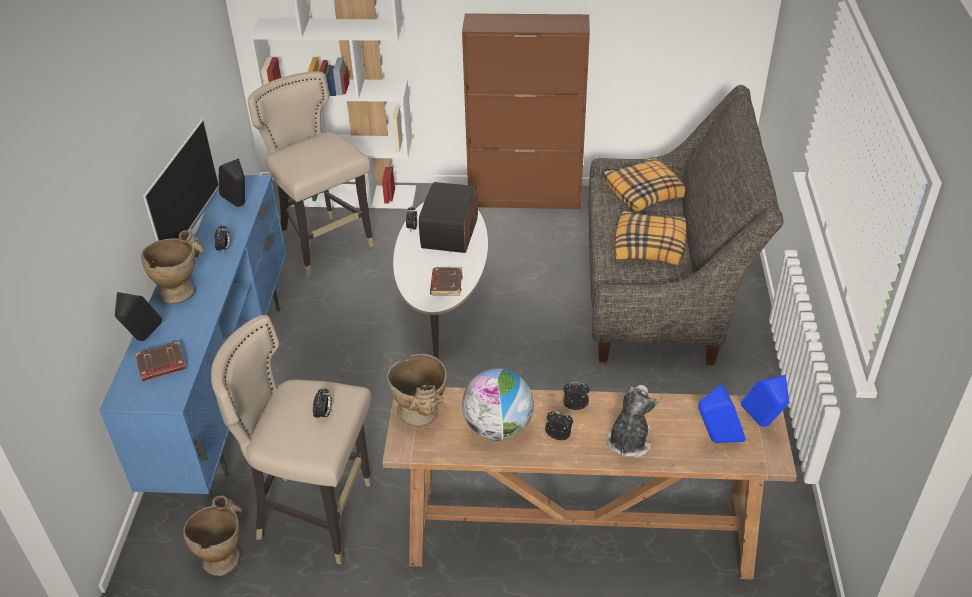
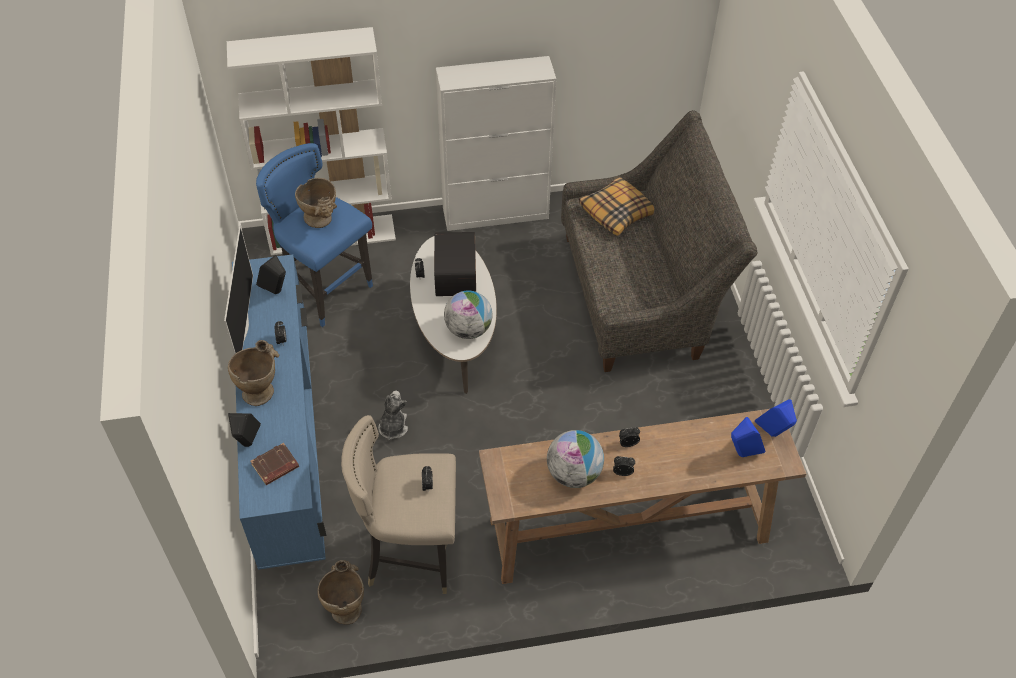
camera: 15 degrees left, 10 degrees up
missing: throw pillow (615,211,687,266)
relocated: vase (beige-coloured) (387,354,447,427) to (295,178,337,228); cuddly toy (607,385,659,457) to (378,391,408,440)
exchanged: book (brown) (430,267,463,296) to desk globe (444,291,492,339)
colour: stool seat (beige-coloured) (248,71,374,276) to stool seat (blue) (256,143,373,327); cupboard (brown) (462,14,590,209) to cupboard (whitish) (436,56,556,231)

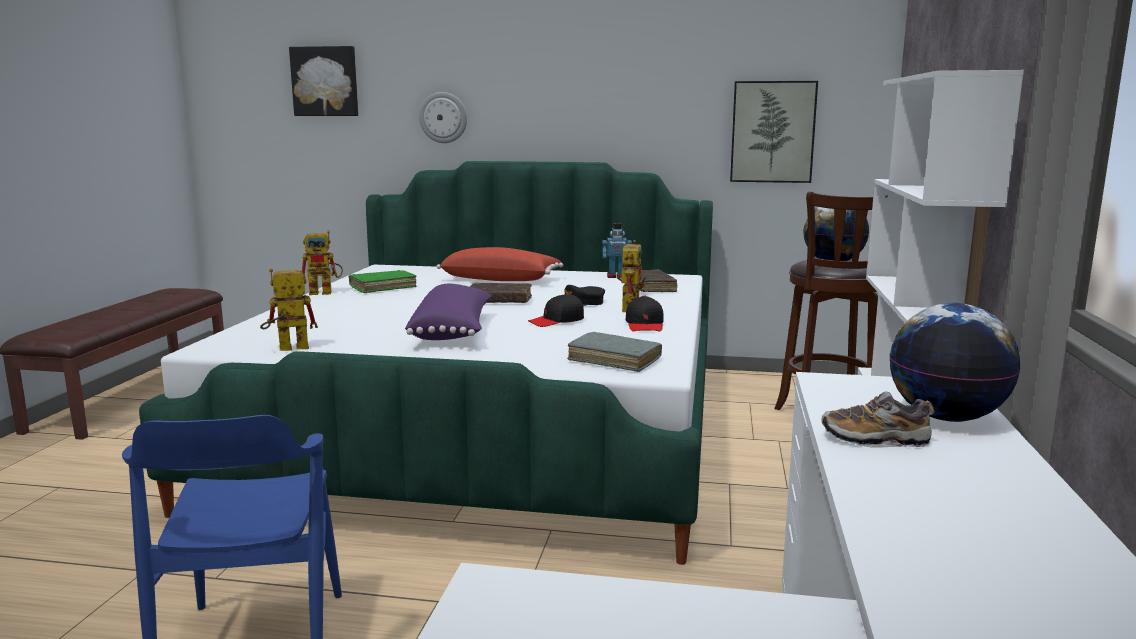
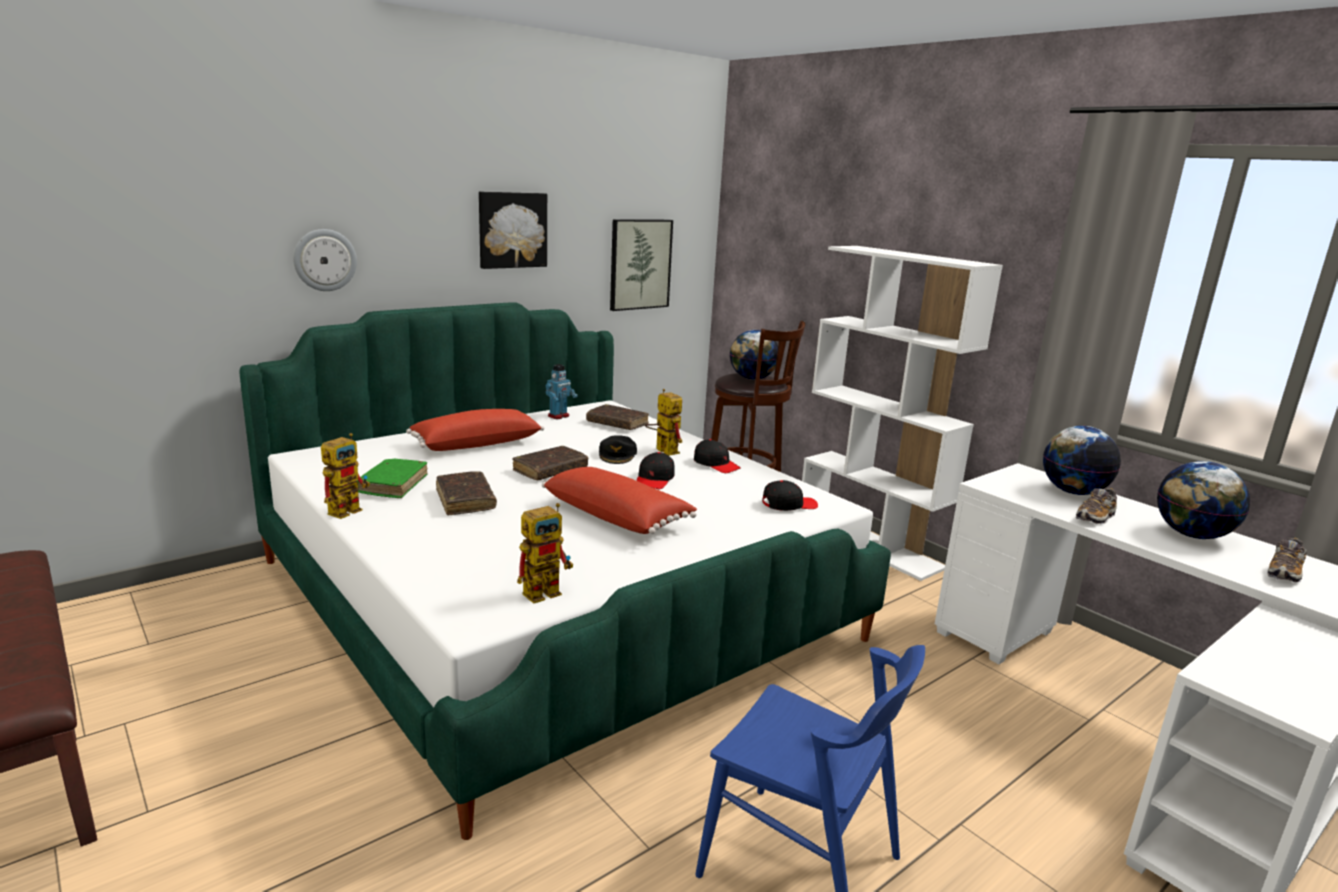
camera: 50 degrees left, 5 degrees up
appeared: book (brown) (436,471,497,515); desk globe (1157,461,1250,539); shoe (1268,538,1307,583)
relocated: picture (289,46,358,116) to (479,192,547,269)
exchanged: book (grey) (567,332,662,372) to baseball cap (blackish) (762,480,818,511)
colour: throw pillow (purple-coloured) (405,284,492,340) to throw pillow (red-coloured) (542,467,697,534)
spun: robot figure (260,268,318,351) = (517,503,573,604) 150 degrees counterclockwise

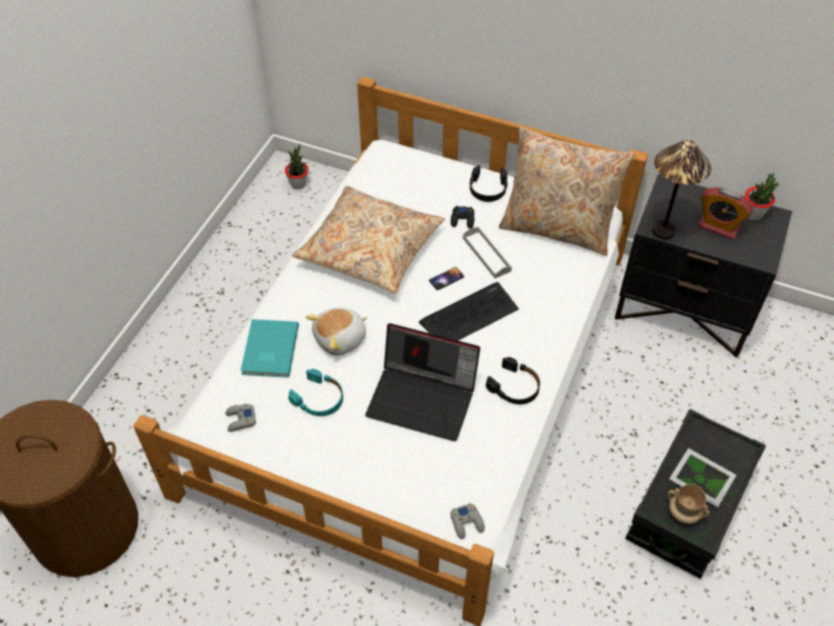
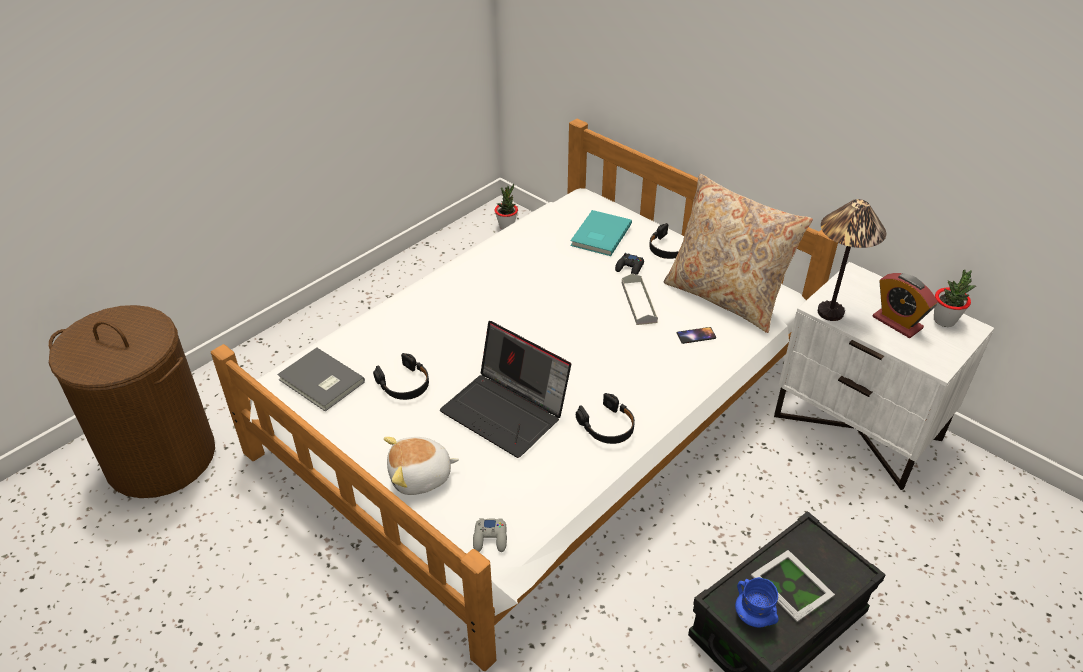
camera: 20 degrees right, 10 degrees down
missing: throw pillow (beige-coloured) (292,186,445,294); computer keyboard (419,282,519,341)
relocated: cuddly toy (306,307,368,356) to (384,437,459,495); book (turquoise) (241,319,299,378) to (570,210,632,256); handset (429,267,464,290) to (677,327,716,344)
exchanged: game controller (grey) (225,403,256,432) to book (grey) (277,347,365,412)
colour: headphones (turquoise) (288,369,343,416) to headphones (blackish) (373,353,429,400); coffee mug (beige-coloured) (668,484,710,524) to coffee mug (blue) (735,577,778,628); bedside table (blackish) (615,174,792,358) to bedside table (whitish) (774,262,994,490)

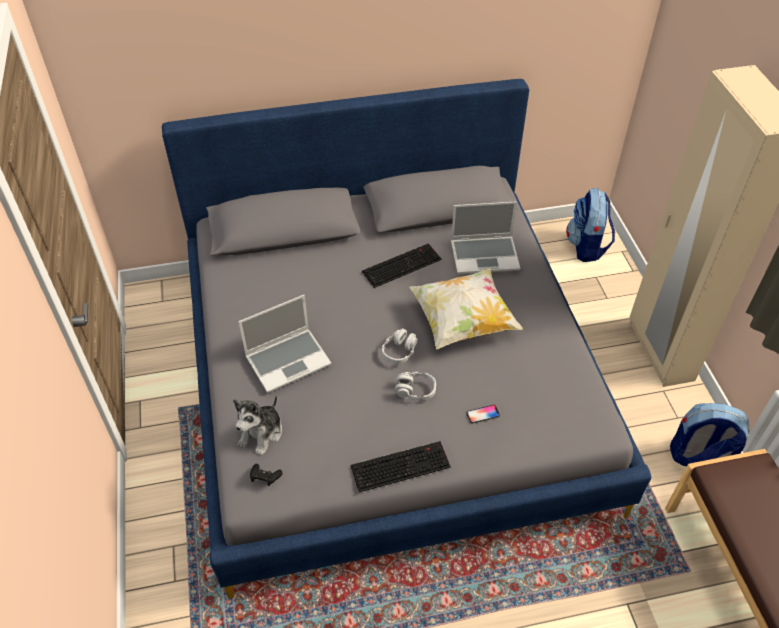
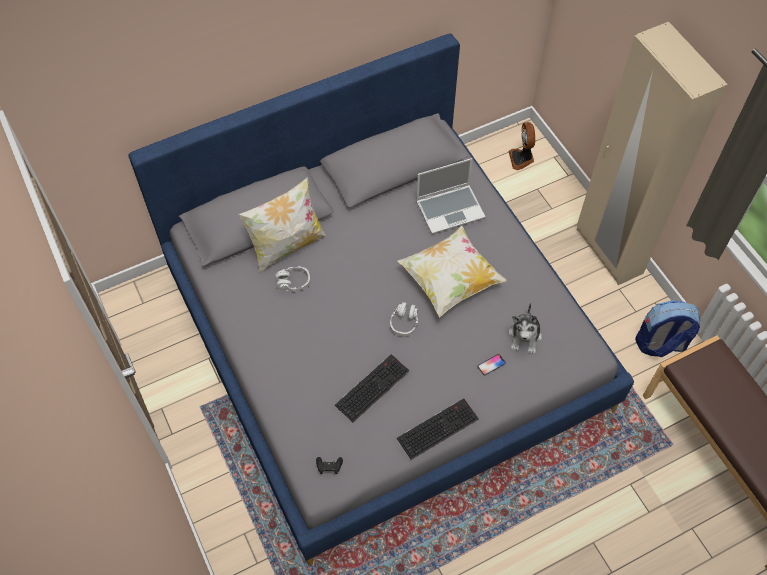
camera: 15 degrees left, 10 degrees up
missing: notebook computer (239,295,331,393)
appeared: throw pillow (238,177,326,273)
relocated: headphones (grey) (394,372,436,400) to (275,266,310,291); computer keyboard (362,243,442,288) to (335,354,409,423); cuddly toy (233,395,282,456) to (508,303,542,355)
exchanged: backpack (566,188,615,262) to cooling fan (509,122,535,170)

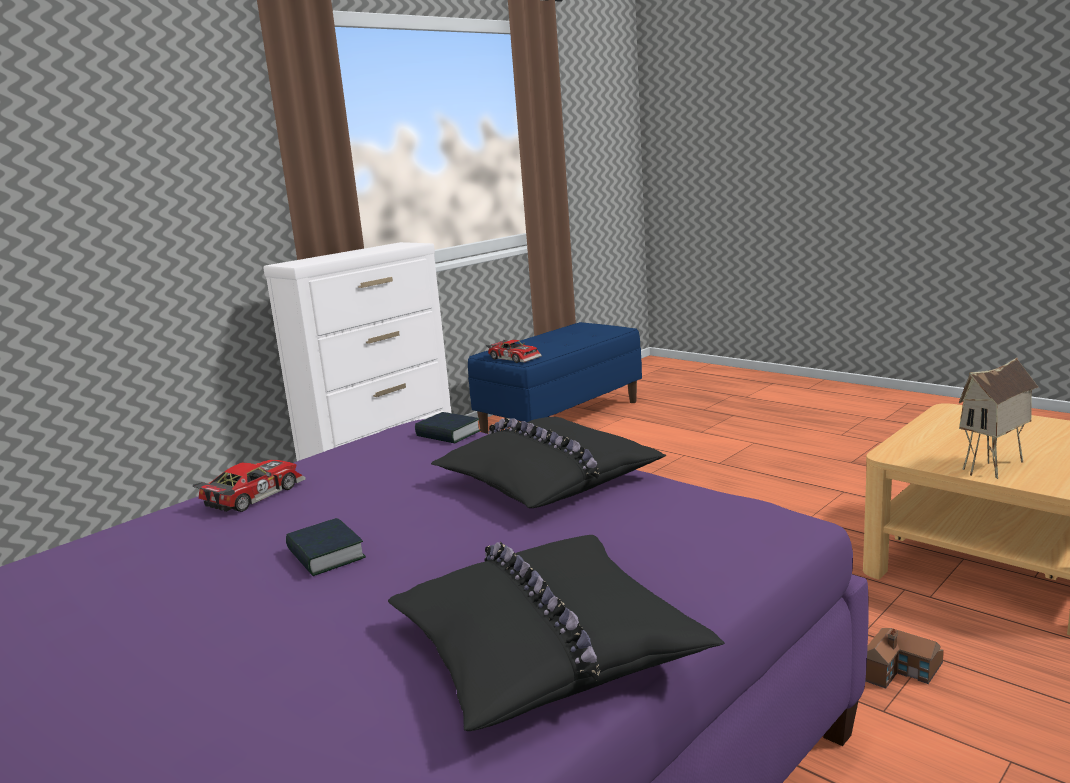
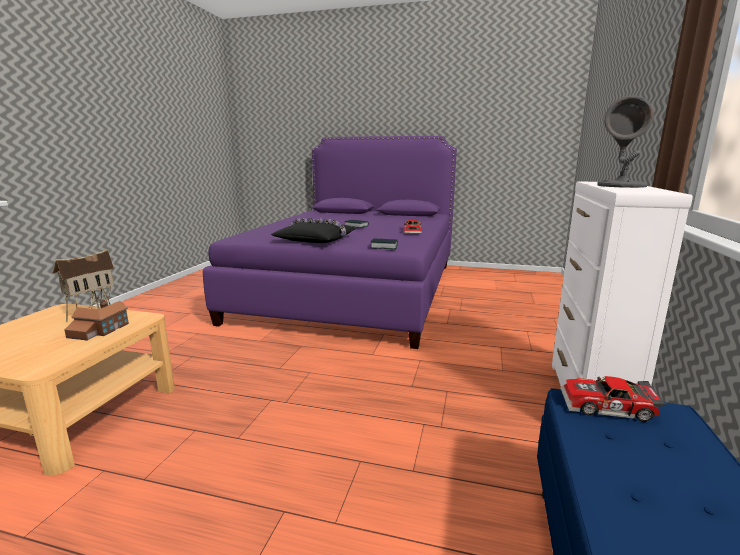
camera: 150 degrees right, 0 degrees up
missing: throw pillow (blackish) (388,535,725,731)
appeared: table lamp (grey) (597,95,654,188)
relocated: model house (865,628,944,689) to (64,300,129,341)

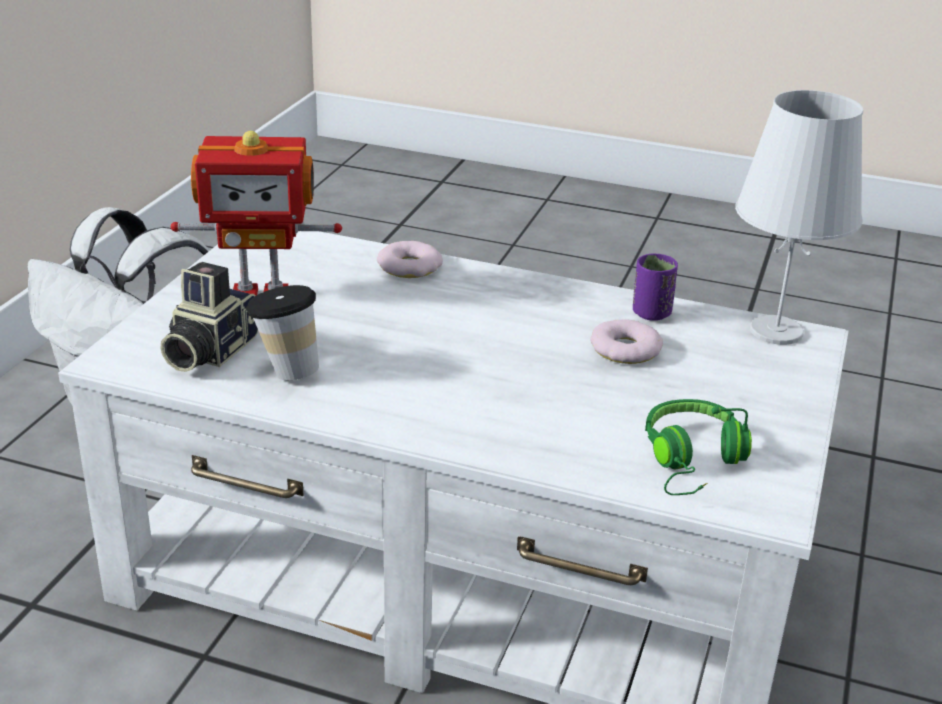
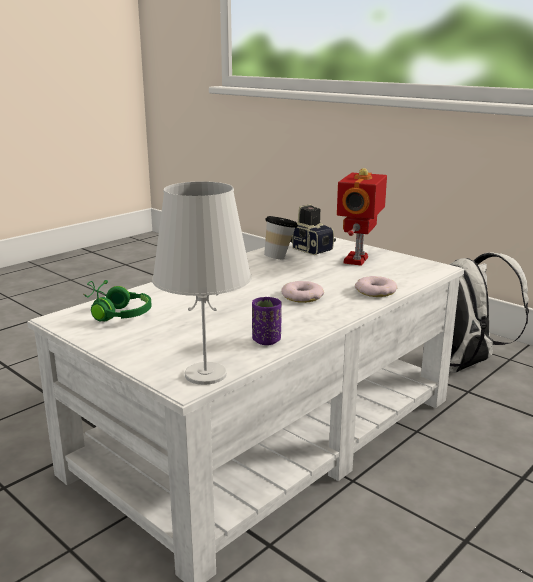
camera: 115 degrees right, 10 degrees down
relocated: donut (590,319,663,364) to (281,281,324,303)

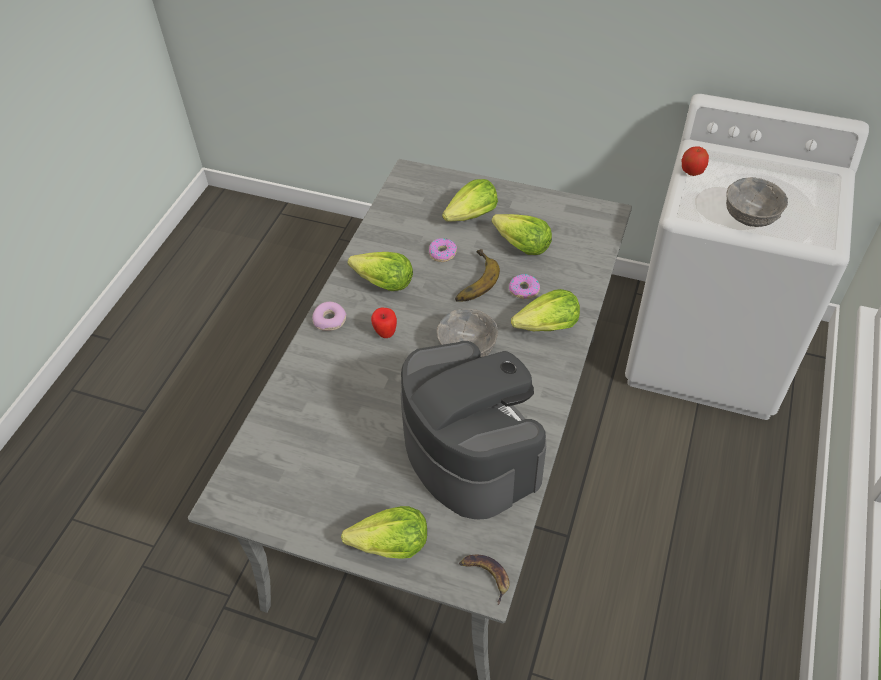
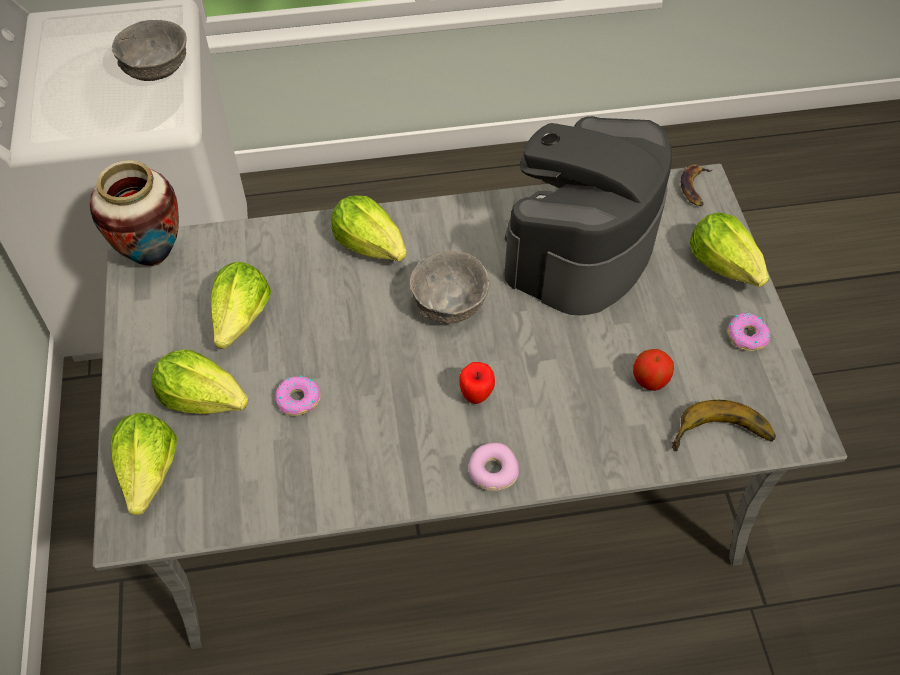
camera: 120 degrees left, 5 degrees up
appeared: vase (90,160,179,266)
relocated: lettuce (348,252,413,291) to (111,413,177,515); whole apple (682,146,709,176) to (633,349,674,391); banana fruit (455,249,500,302) to (672,400,776,451); donut (509,274,540,299) to (727,313,771,351)

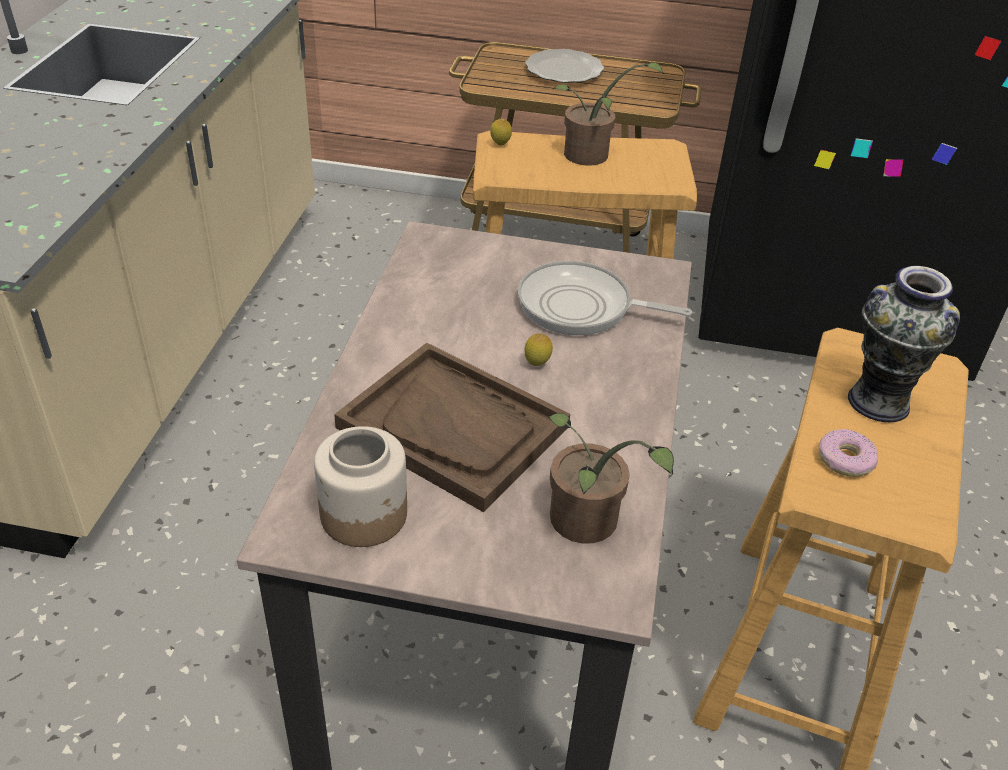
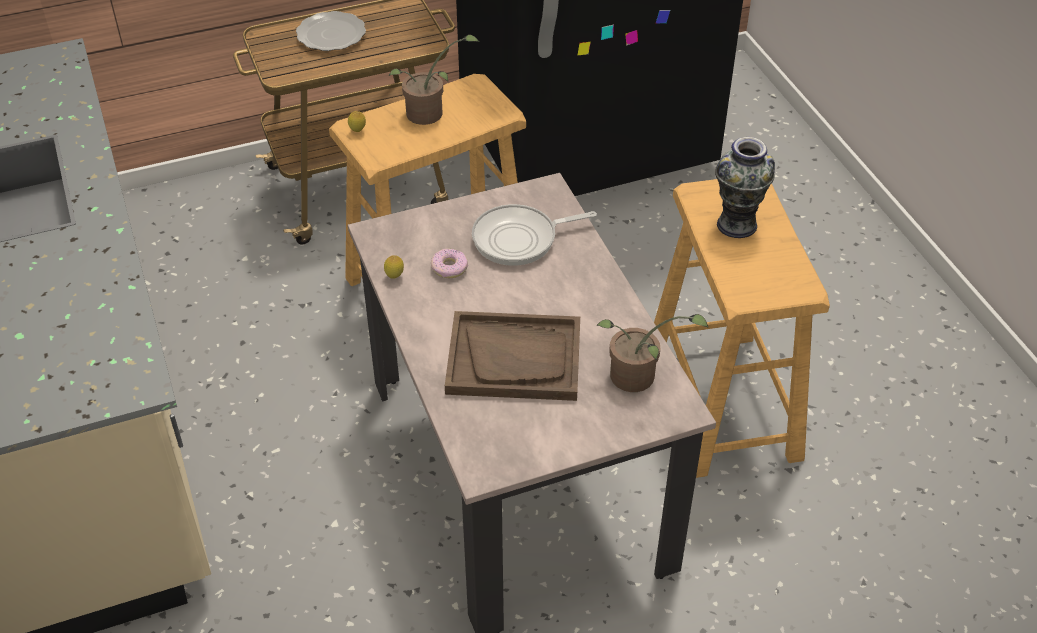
camera: 30 degrees left, 5 degrees up
missing: preserve jar (314,426,407,547)
relocated: citrus fruit (525,333,553,366) to (384,255,404,279); donut (819,429,878,477) to (431,249,468,278)

